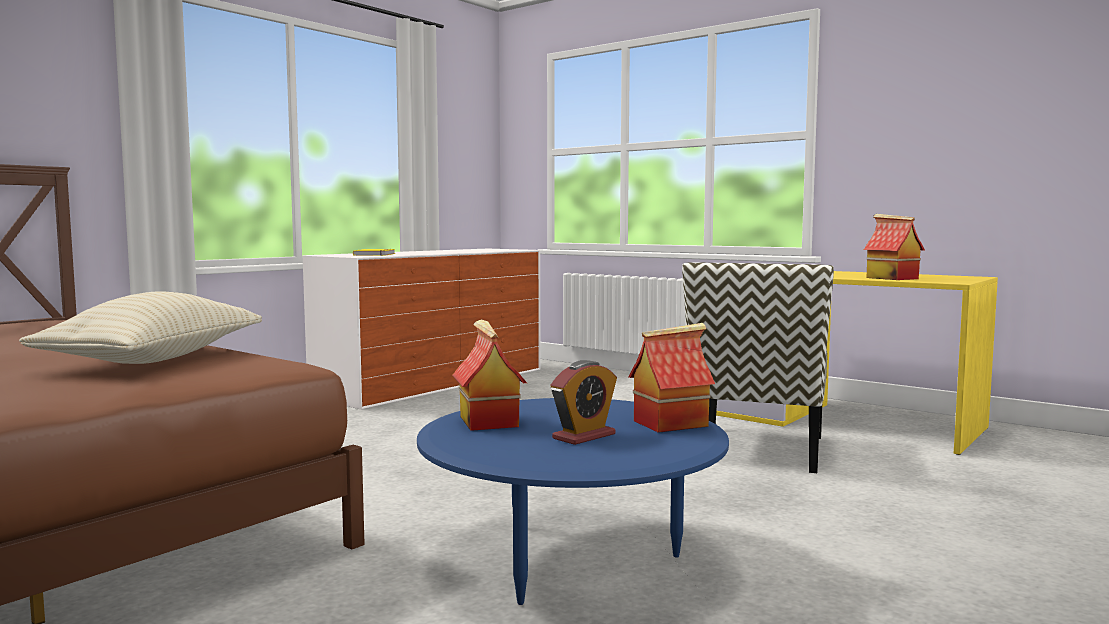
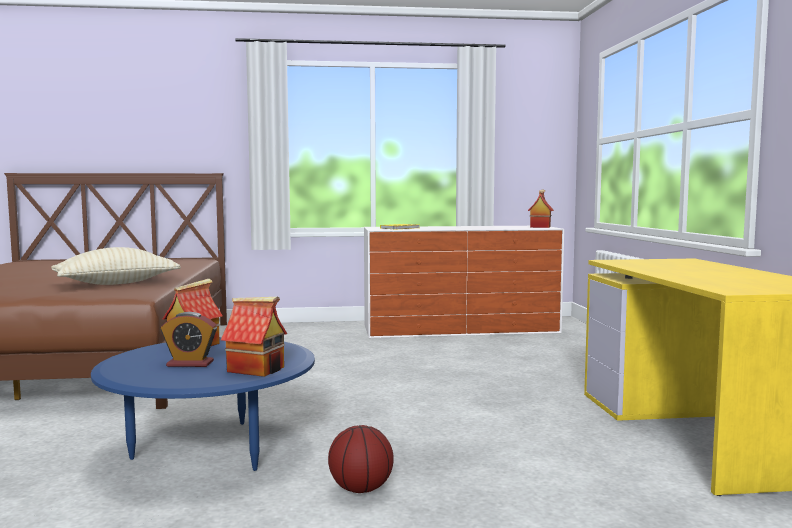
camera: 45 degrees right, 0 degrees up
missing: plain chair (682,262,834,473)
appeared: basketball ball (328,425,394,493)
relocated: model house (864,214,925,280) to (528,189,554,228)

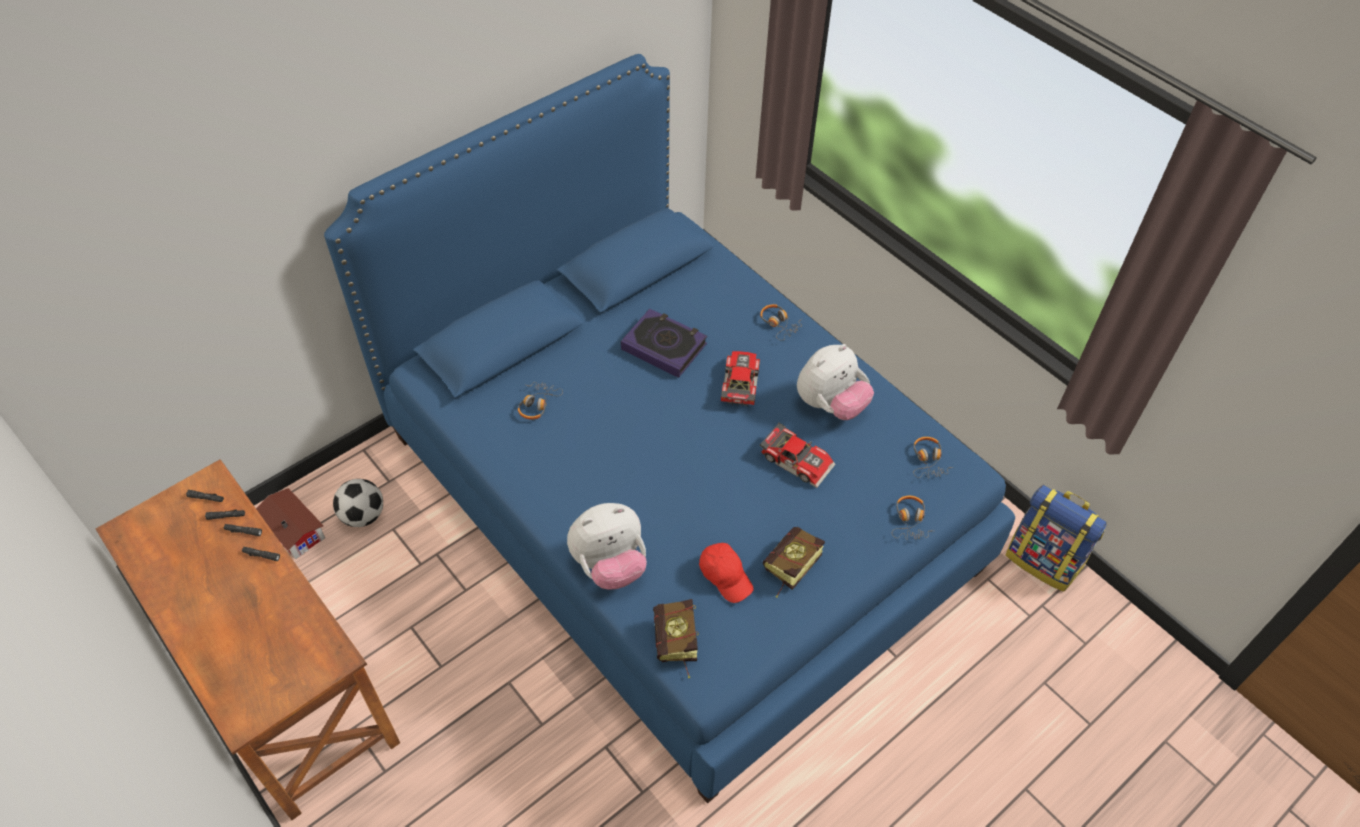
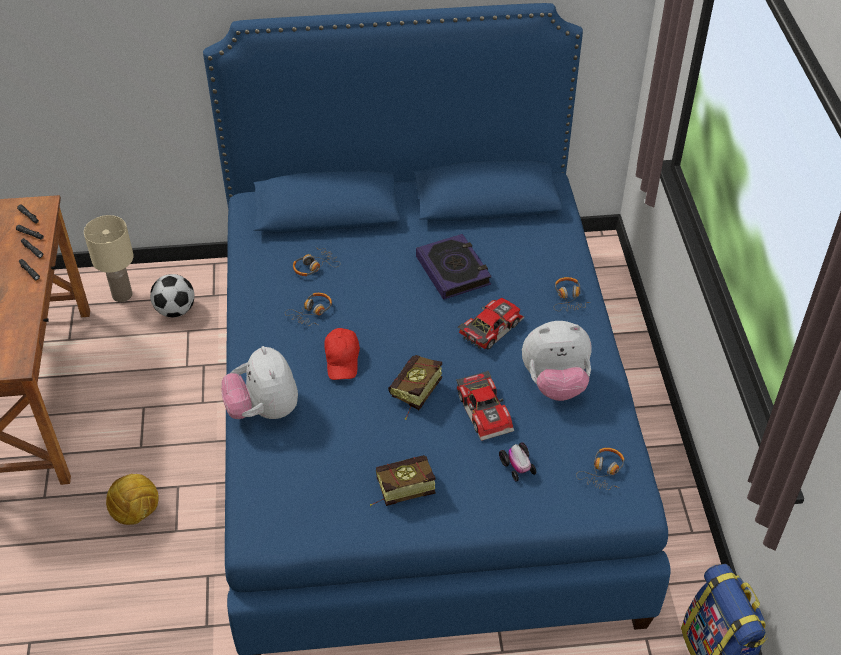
camera: 35 degrees right, 5 degrees down
appeared: football (106,474,159,525); model car (499,442,536,482)
relocated: headphones (892,496,932,540) to (285,293,332,326); baseball cap (red-coloured) (699,543,754,603) to (325,328,360,380); book (653,599,699,678) to (388,355,442,420)
exchanged: model house (256,488,325,559) to table lamp (beige-coloured) (84,215,134,302)
spun: cuddly toy (567,503,647,590) = (221,346,298,419) 60 degrees clockwise

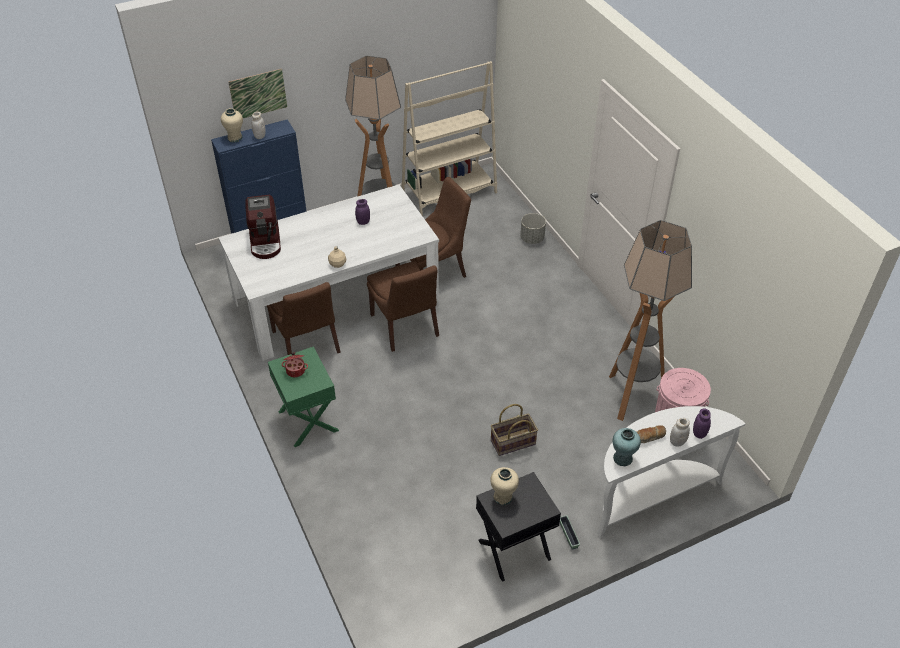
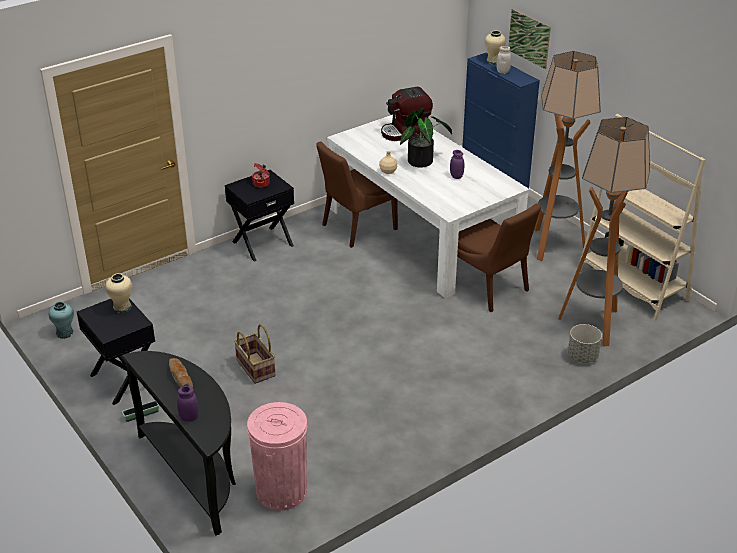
camera: 80 degrees right, 10 degrees down
missing: plain chair (brown) (367,262,439,352); preserve jar (whitish) (670,418,690,447)
appeared: potted plant (400,109,452,168)
relocated: vase (turquoise) (612,428,641,466) to (48,302,74,339); standard lamp (609,220,692,421) to (558,117,650,347)
colour: narrow table (whitish) (597,406,745,538) to narrow table (blackish) (122,351,236,535); bedside table (green-coloured) (268,346,339,447) to bedside table (blackish) (225,170,294,262)

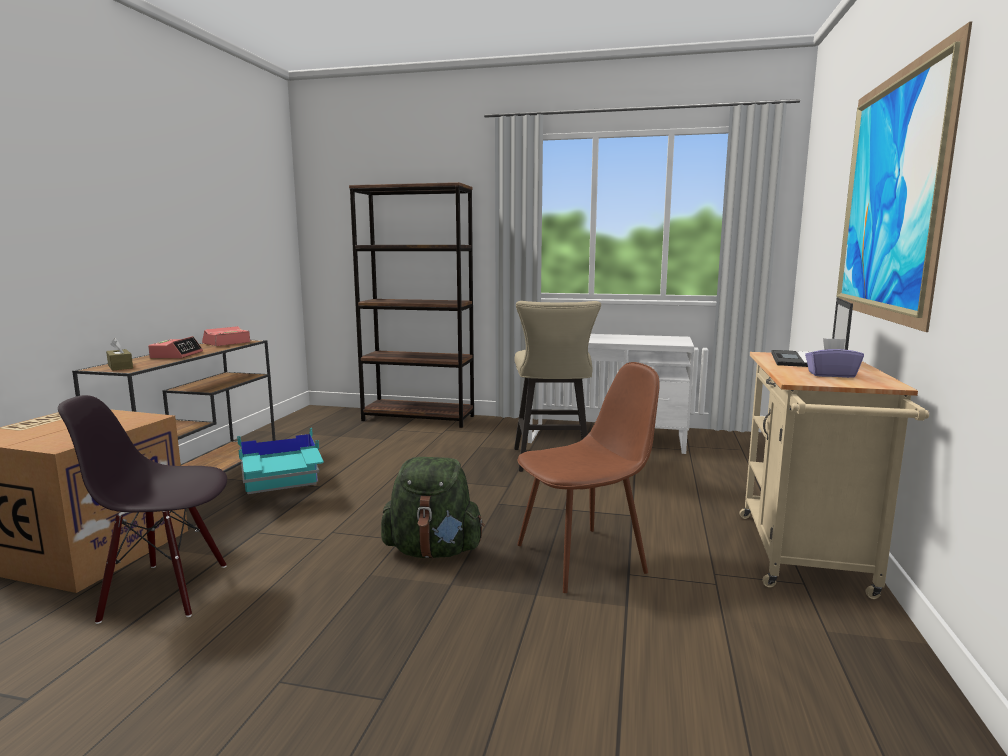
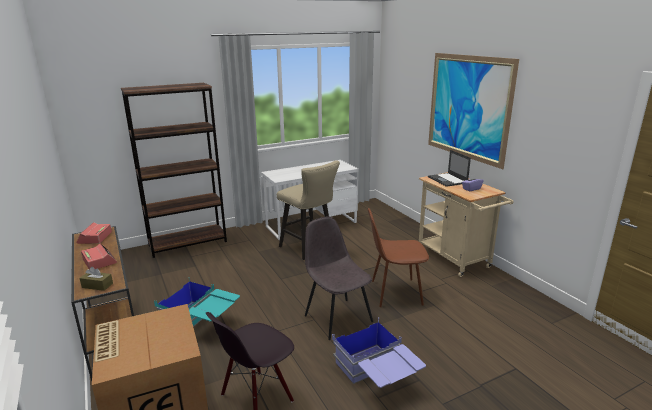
camera: 40 degrees left, 10 degrees up
appeared: storage bin (blue) (332,318,426,388)
exchanged: backpack (green-coloured) (381,457,485,558) to plain chair (grey) (305,217,373,340)
spun: plain chair (brown) (517,362,660,593) = (368,208,429,307) 120 degrees counterclockwise

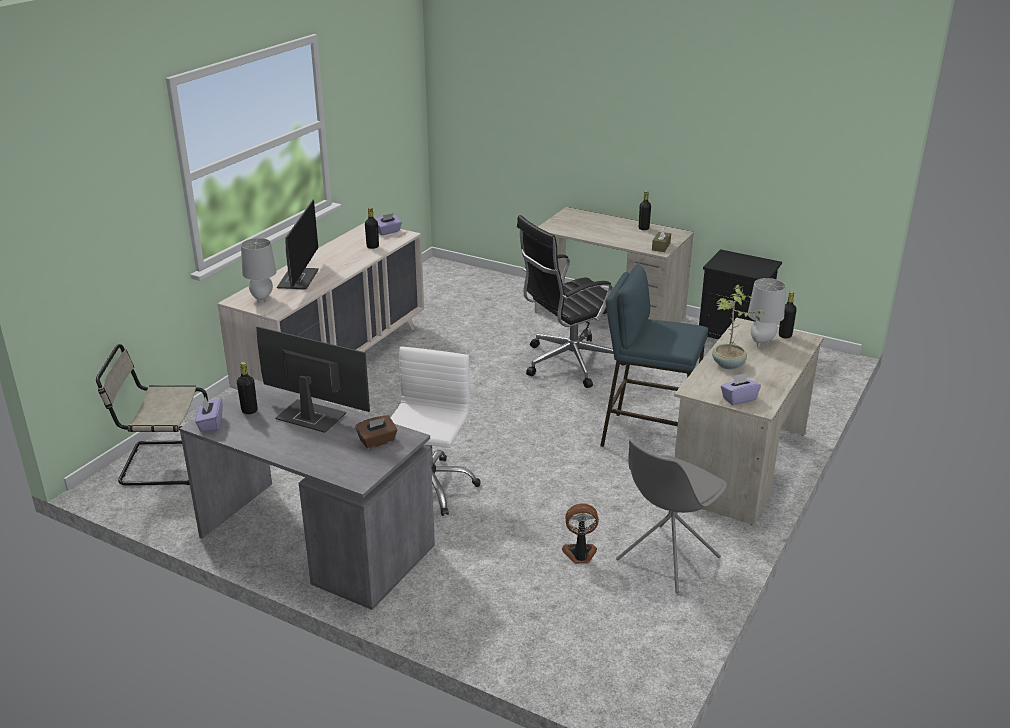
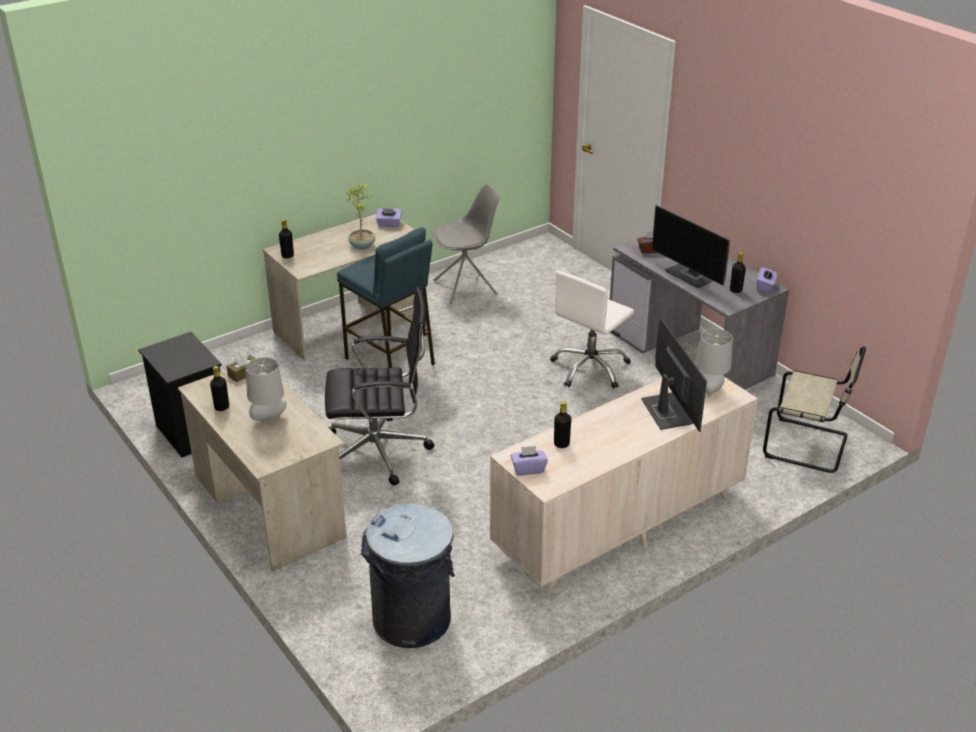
camera: 155 degrees left, 5 degrees up
missing: cooling fan (562,503,599,564)
appeared: rubbish bin (grey) (360,504,455,648)
relocated: table lamp (grey) (748,278,786,348) to (246,357,287,424)
spun: monitor (277,200,319,290) = (641,318,707,432) 135 degrees clockwise

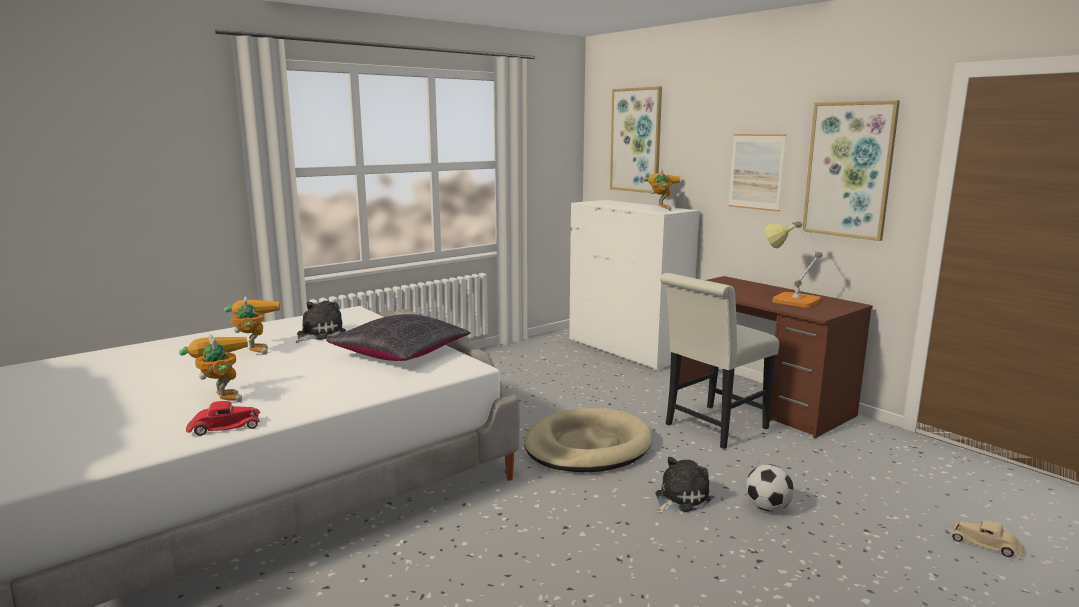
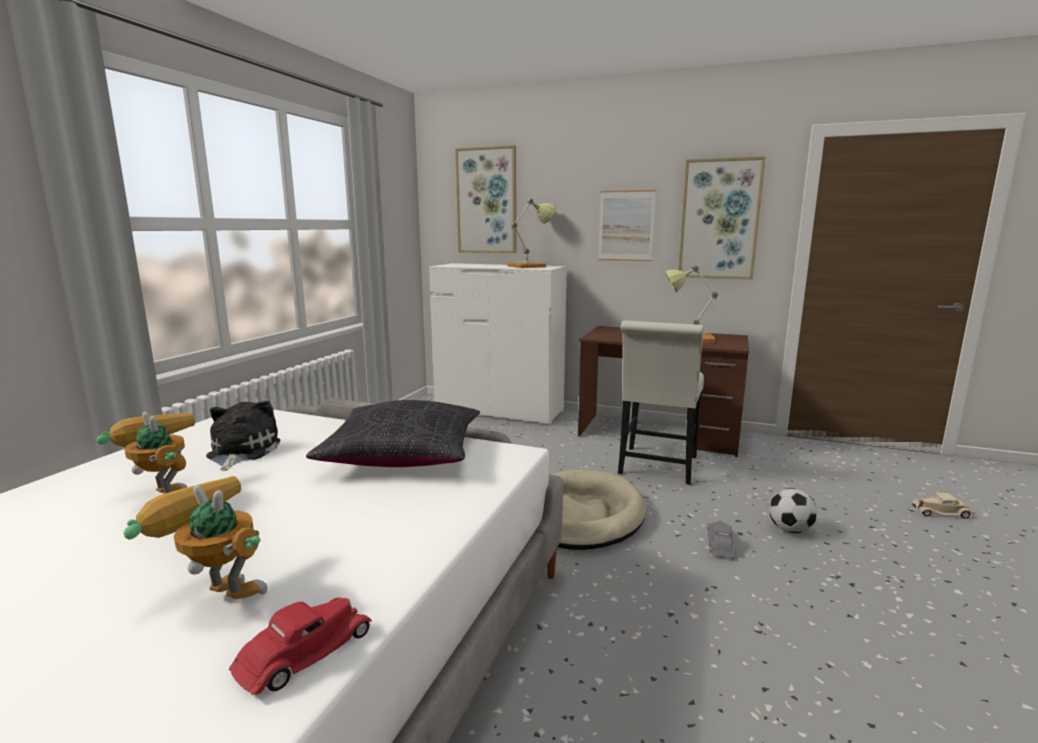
camera: 30 degrees left, 0 degrees up
exchanged: robot figure (643,169,680,210) to table lamp (507,199,556,268); cuddly toy (655,457,711,513) to model car (grey) (708,521,736,557)

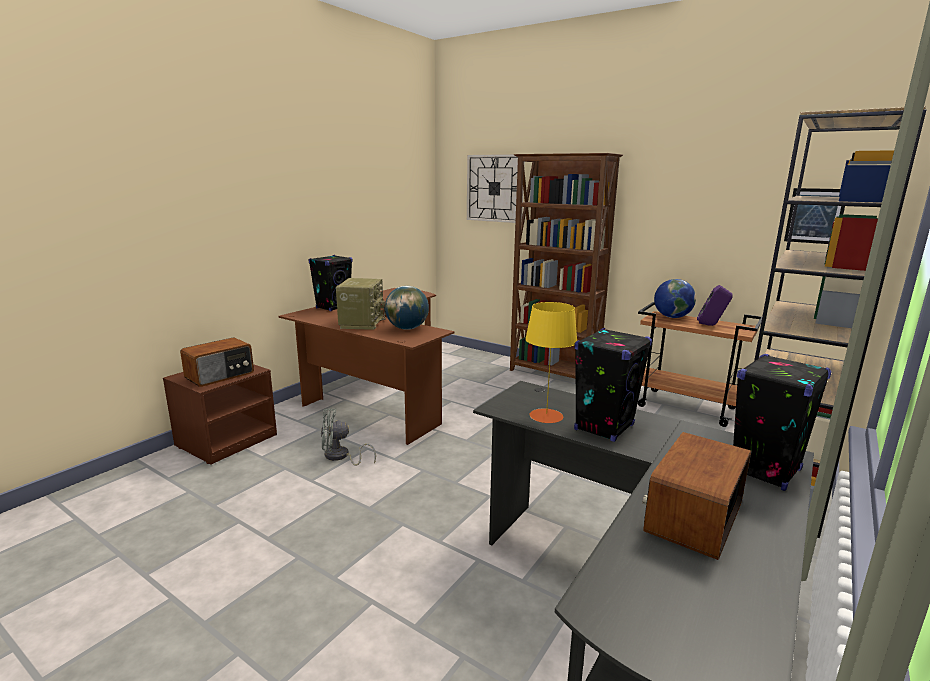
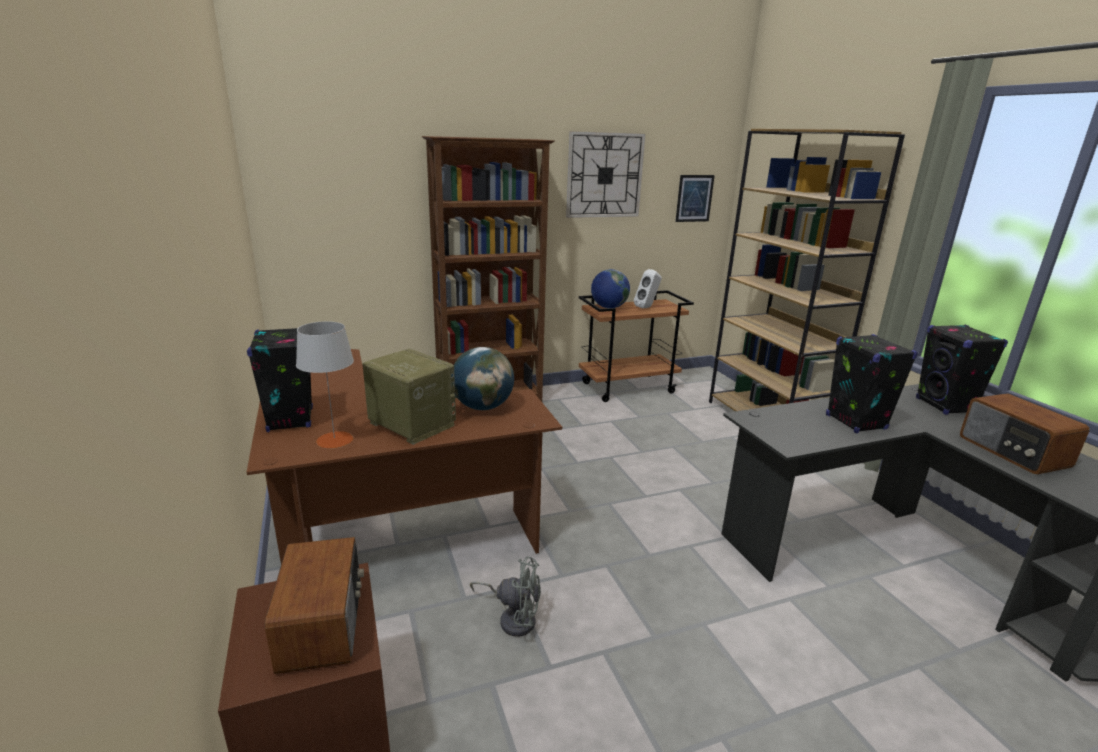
camera: 55 degrees left, 5 degrees up
missing: table lamp (yellow) (525,302,577,423)
appeared: table lamp (grey) (296,321,354,449)
relocated: wall clock (467,154,525,223) to (566,131,646,218)
colour: audio speaker (purple-coloured) (697,285,733,326) to audio speaker (whitish) (634,269,662,308)
spun: cooling fan (grey) (321,408,376,466) = (470,556,541,637) 105 degrees counterclockwise

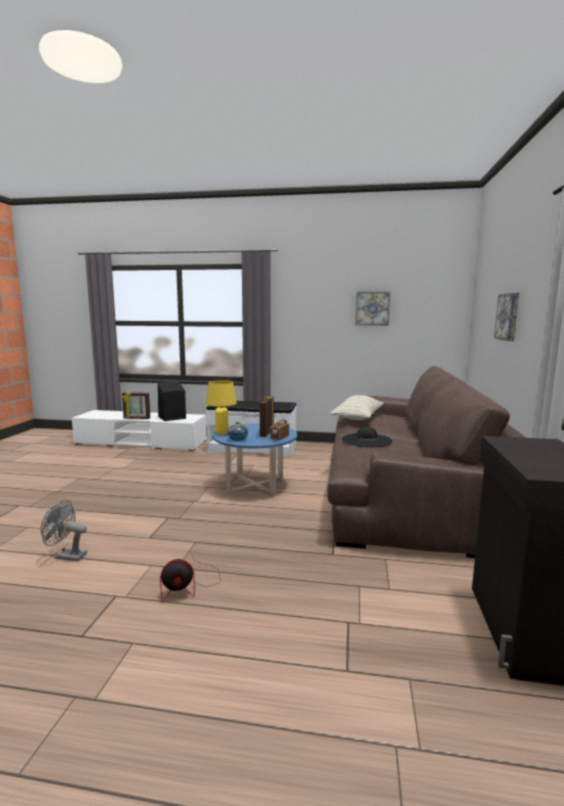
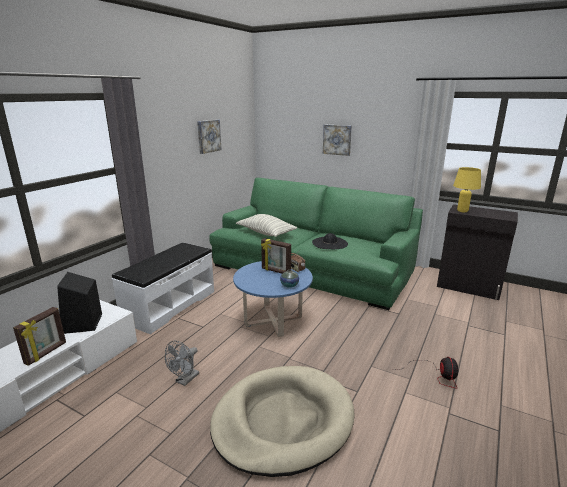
camera: 70 degrees left, 10 degrees up
appeared: dog bed (beige-coloured) (210,366,355,477)
relocated: cooling fan (grey) (41,500,87,561) to (165,341,199,386); table lamp (yellow) (206,380,237,435) to (453,167,481,212)
colour: settee (brown) (327,366,526,558) to settee (green-coloured) (209,178,423,310)

